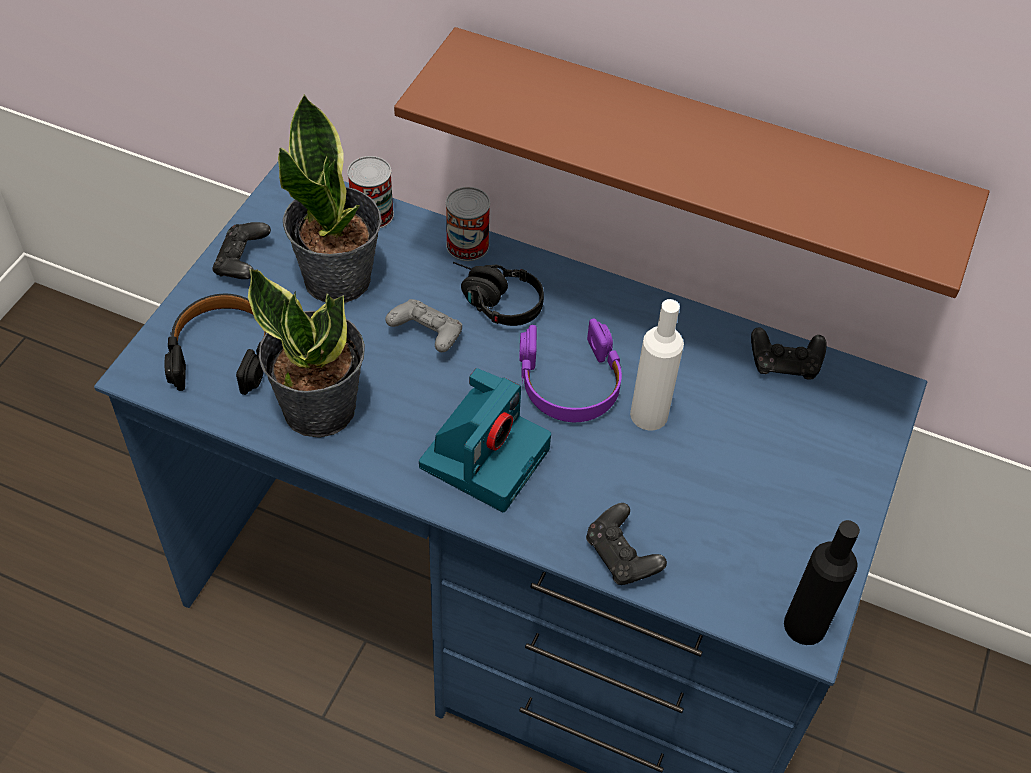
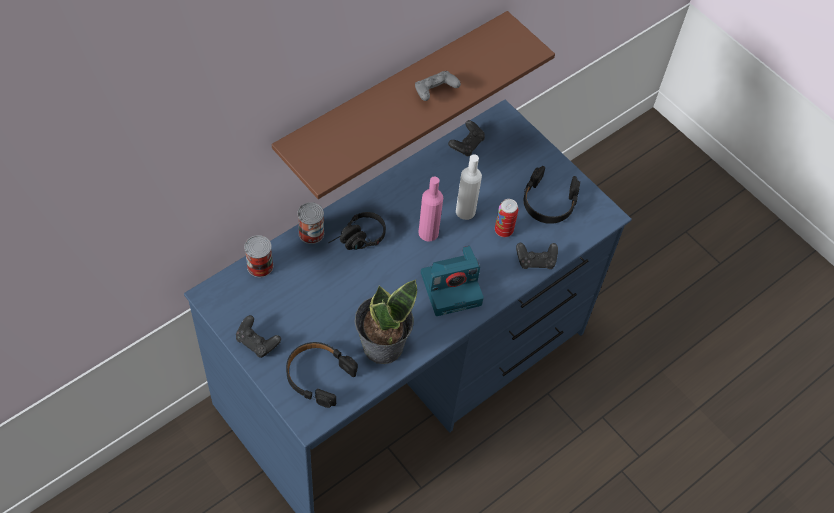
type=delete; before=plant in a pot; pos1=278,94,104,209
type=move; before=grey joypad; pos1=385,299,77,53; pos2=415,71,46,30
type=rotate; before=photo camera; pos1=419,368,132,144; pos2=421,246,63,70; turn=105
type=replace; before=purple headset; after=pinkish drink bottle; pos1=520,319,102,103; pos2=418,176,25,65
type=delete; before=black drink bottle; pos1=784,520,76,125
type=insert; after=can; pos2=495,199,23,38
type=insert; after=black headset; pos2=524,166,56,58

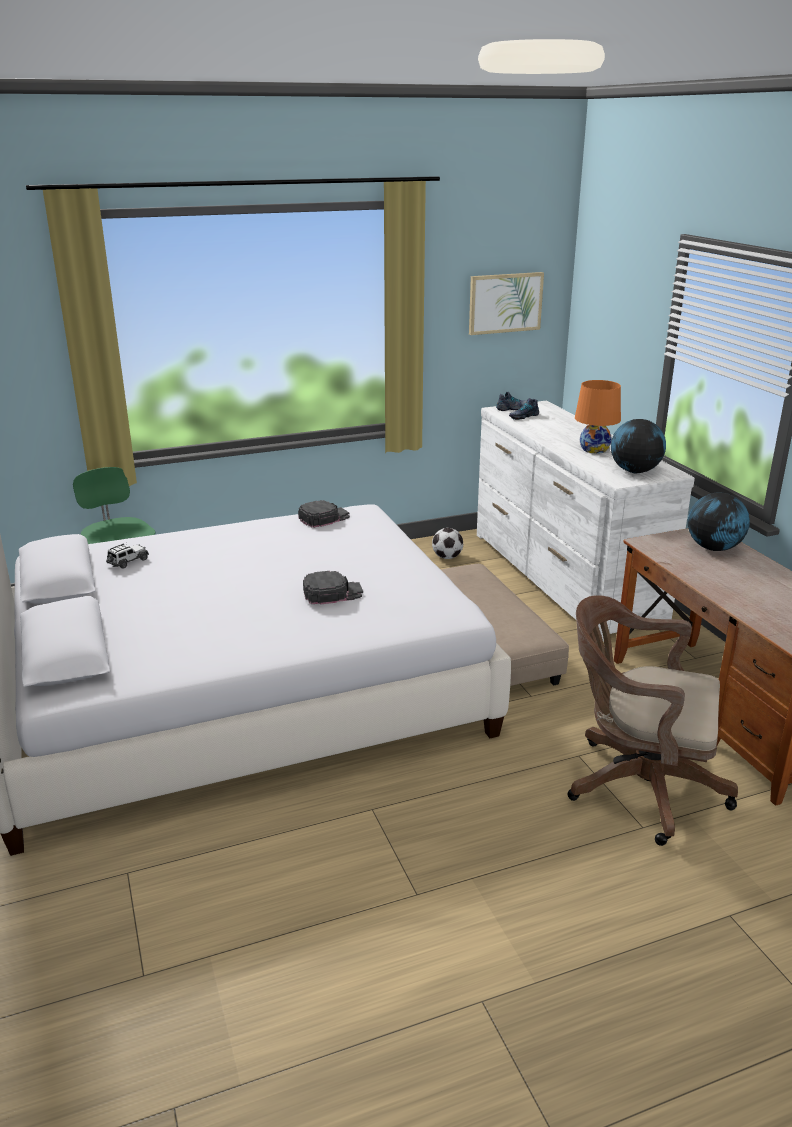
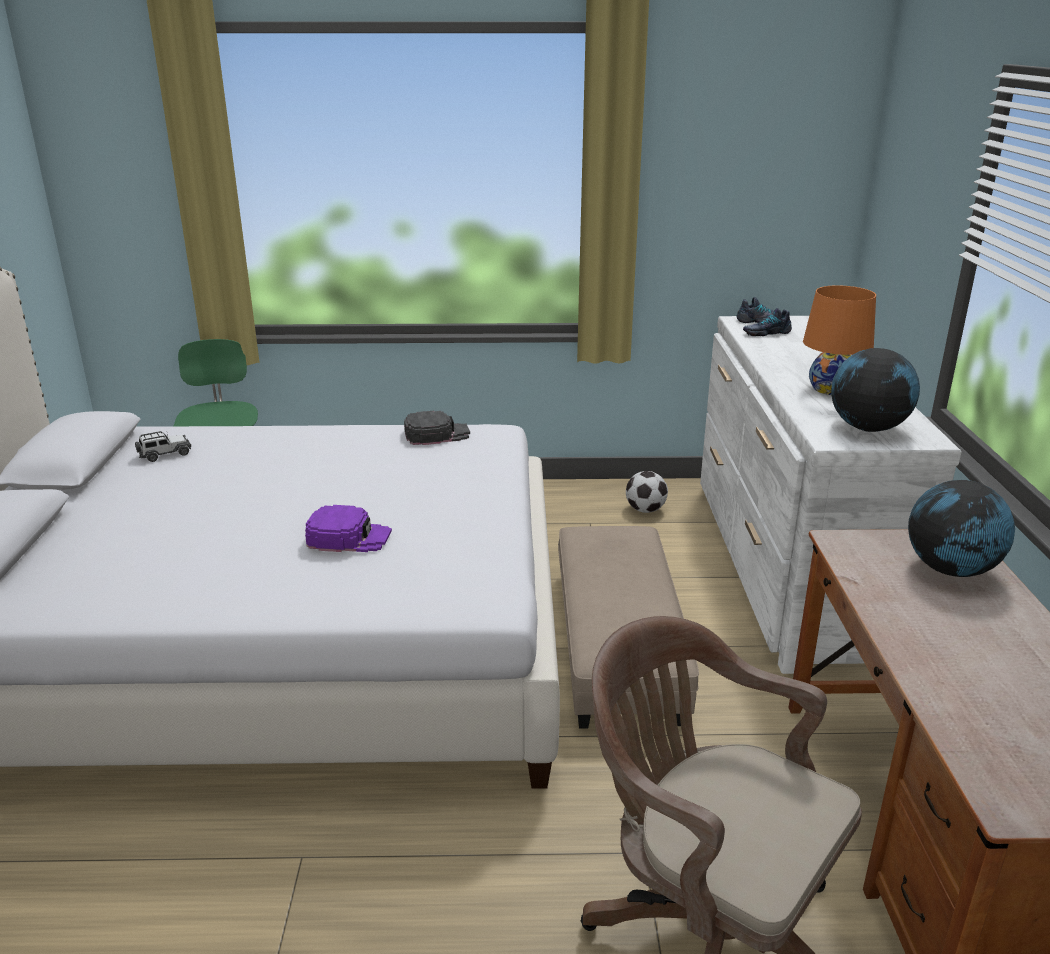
type=recolor; before=black peaked cap; after=purple peaked cap; pos1=303,571,60,34; pos2=305,505,87,47
type=delete; before=wall picture; pos1=469,272,75,63

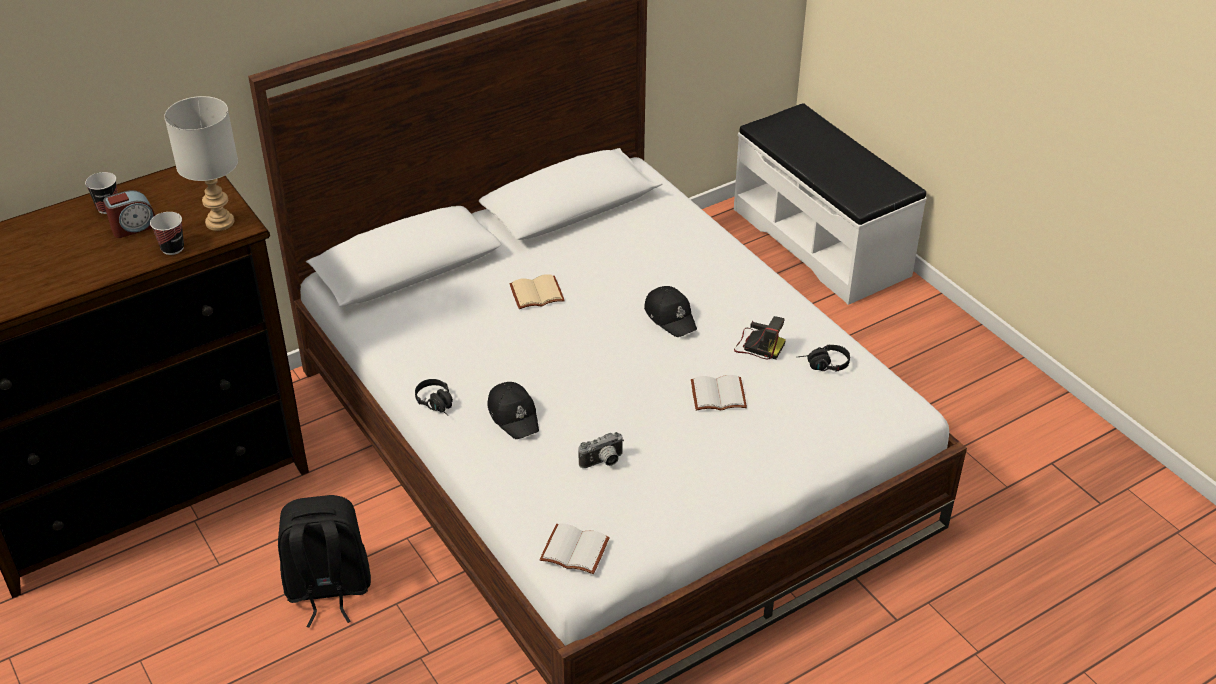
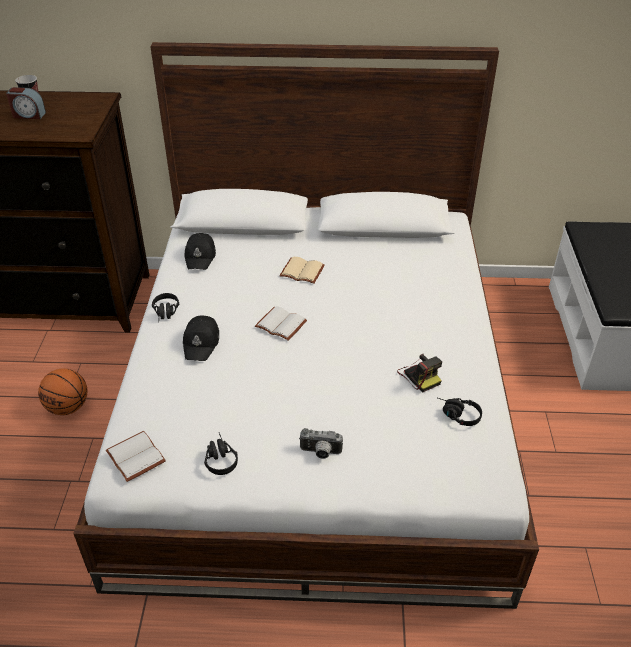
type=delete; before=small cup; pos1=150,212,34,43
type=delete; before=grey tabletop lamp; pos1=164,96,74,135
type=replace; before=black knapsack; after=basketball ball; pos1=278,495,93,132; pos2=38,368,49,47
type=move; before=photo camera; pos1=578,432,45,36; pos2=299,428,44,31
type=move; before=black peaked cap; pos1=644,286,53,51; pos2=185,233,31,37
type=move; before=white-coloured volume; pos1=691,375,56,36; pos2=255,306,52,35
type=insert; after=black headset; pos2=204,432,34,43

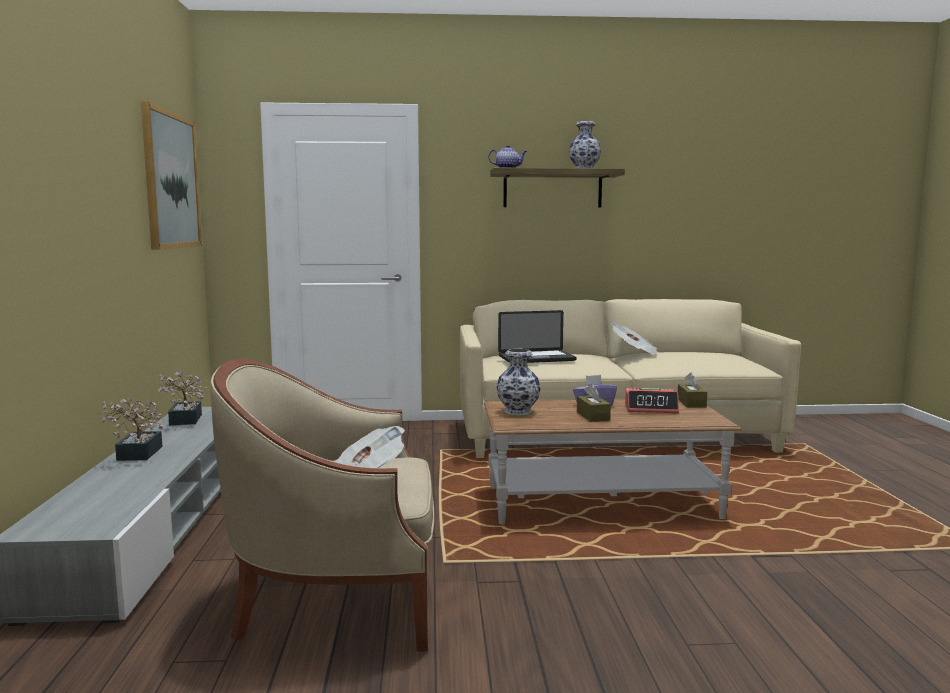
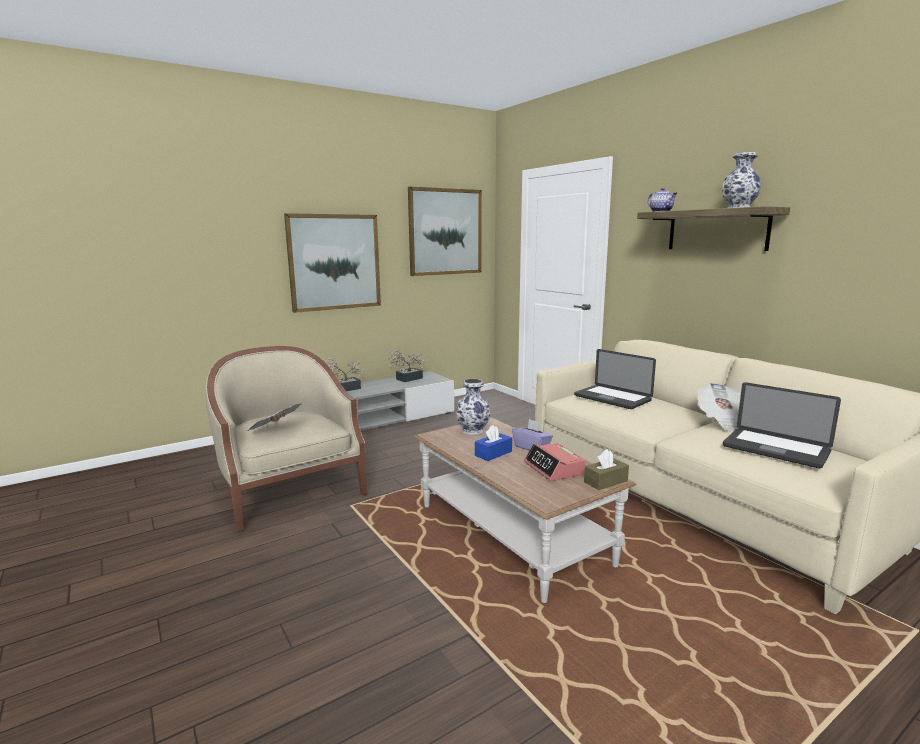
type=recolor; before=brown box of tissues; after=blue-coloured box of tissues; pos1=577,384,34,38; pos2=475,425,37,36
type=insert; after=wall picture; pos2=284,213,97,100
type=insert; after=notebook computer; pos2=723,382,118,86

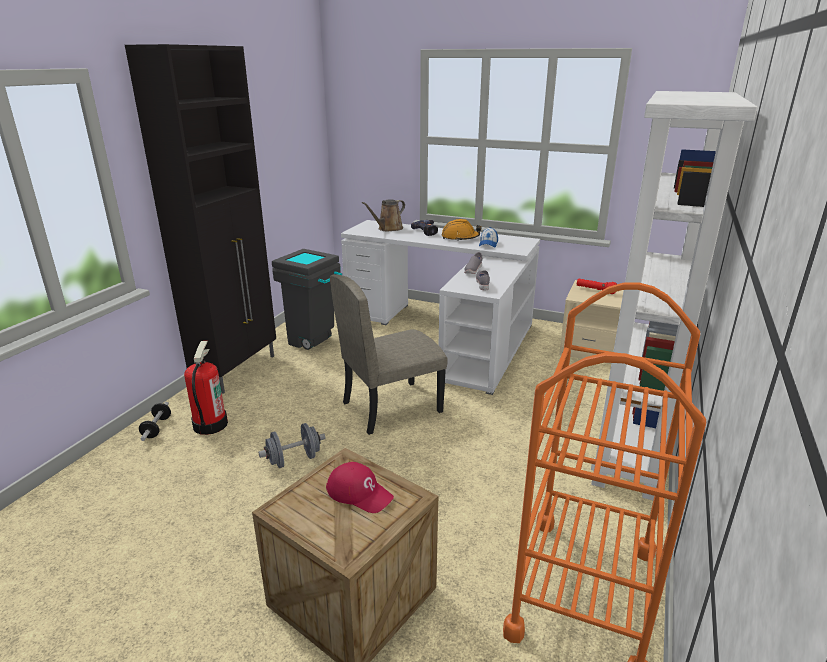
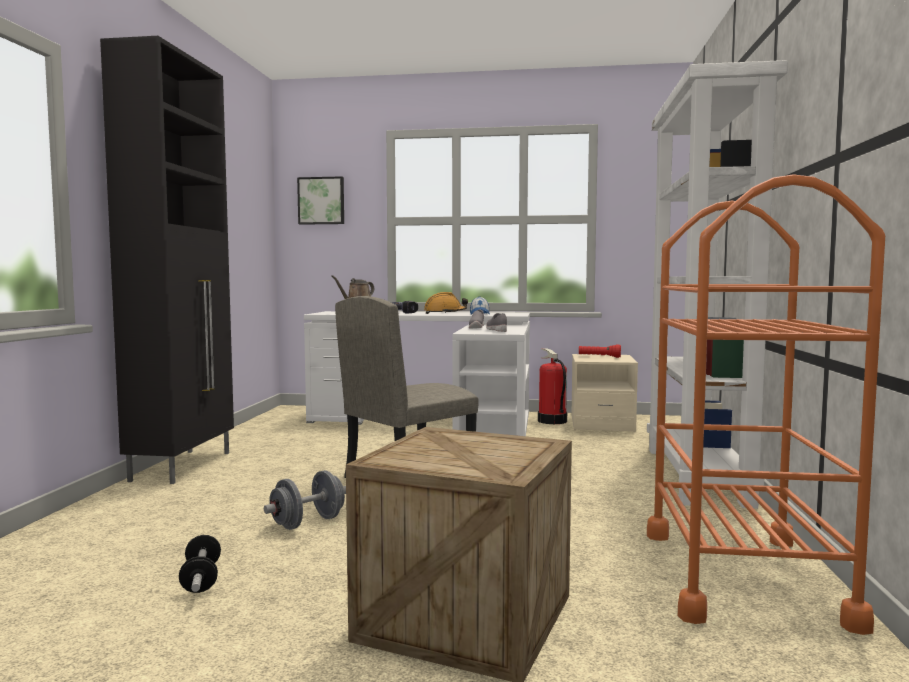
type=move; before=free weight; pos1=139,402,32,39; pos2=179,535,42,58
type=move; before=fire extinguisher; pos1=184,341,44,94; pos2=538,348,29,76
type=delete; before=grey rubbish bin; pos1=272,249,70,101
type=delete; before=reddish peaked cap; pos1=326,462,68,51
type=insert; after=wall picture; pos2=297,176,47,49

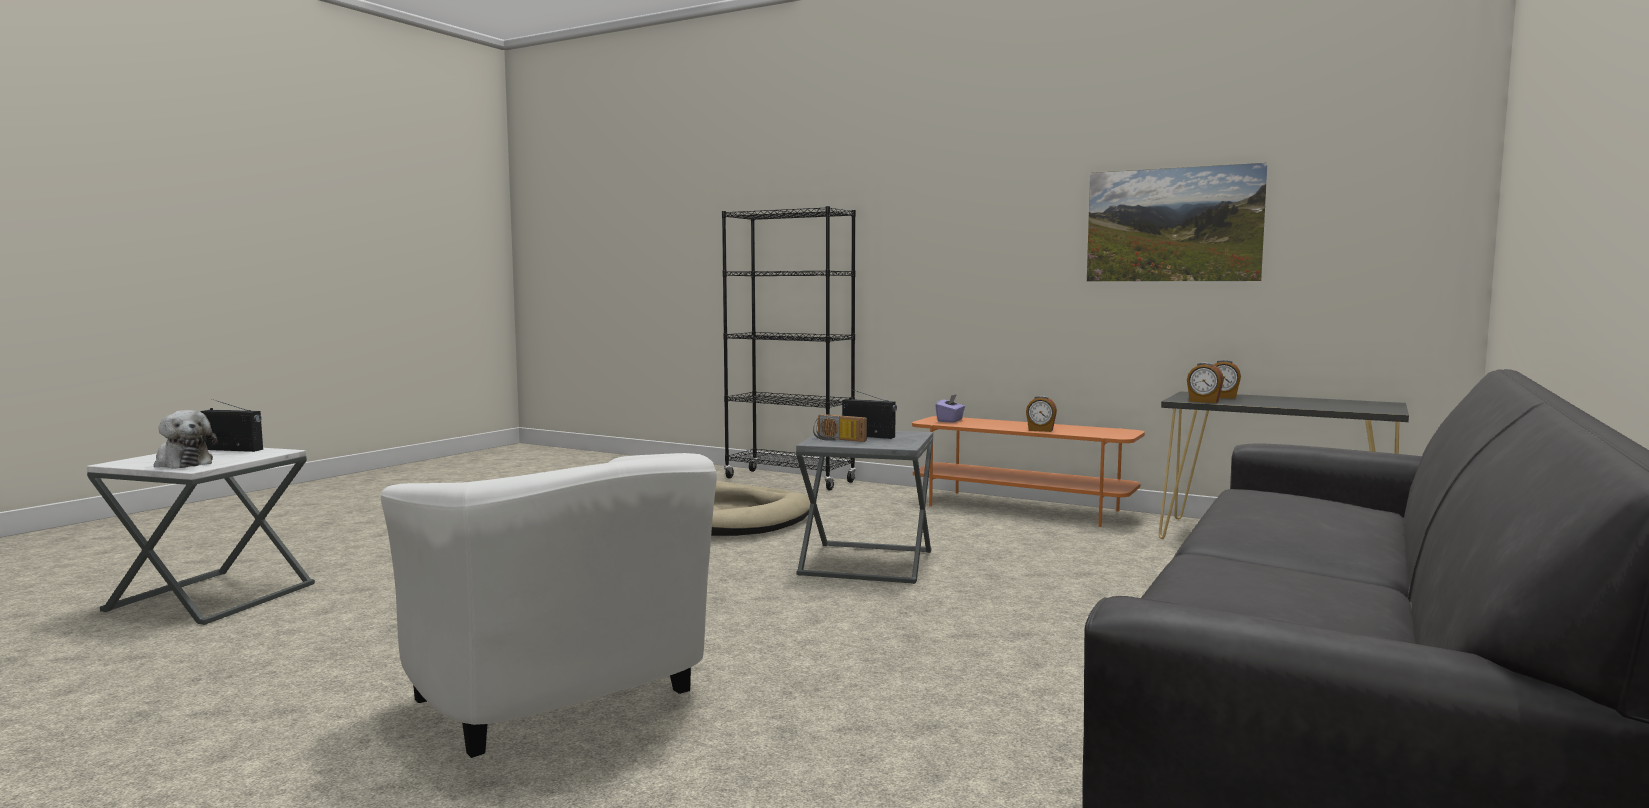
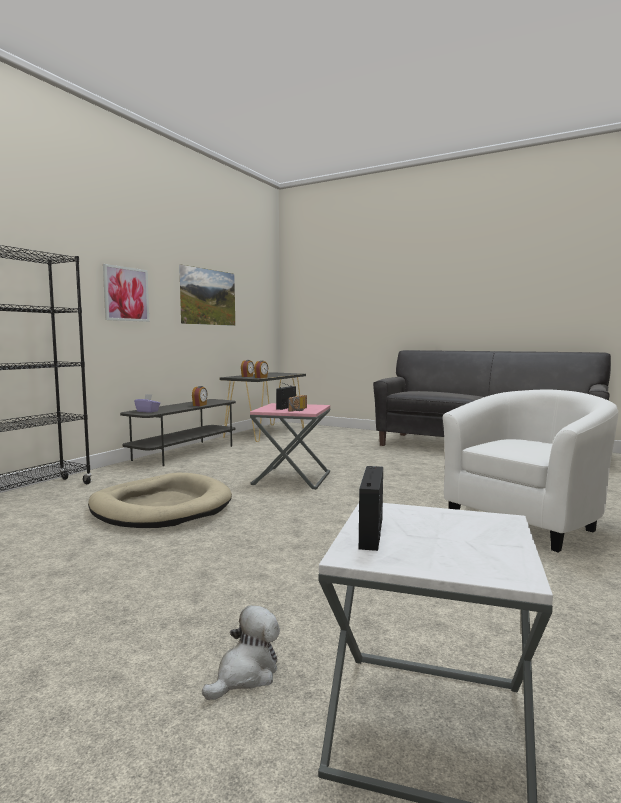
type=move; before=plush toy; pos1=154,410,64,59; pos2=202,605,78,95
type=recolor; before=grey accent table; after=pinkish accent table; pos1=796,431,137,153; pos2=250,403,80,87
type=recolor; before=orangey media console; after=grey media console; pos1=912,416,233,111; pos2=120,399,116,67
type=insert; after=wall picture; pos2=103,264,46,58

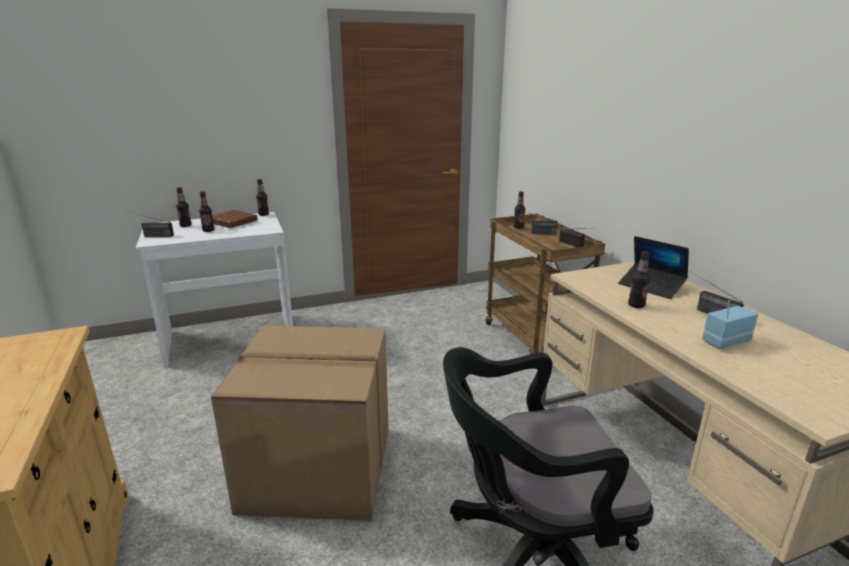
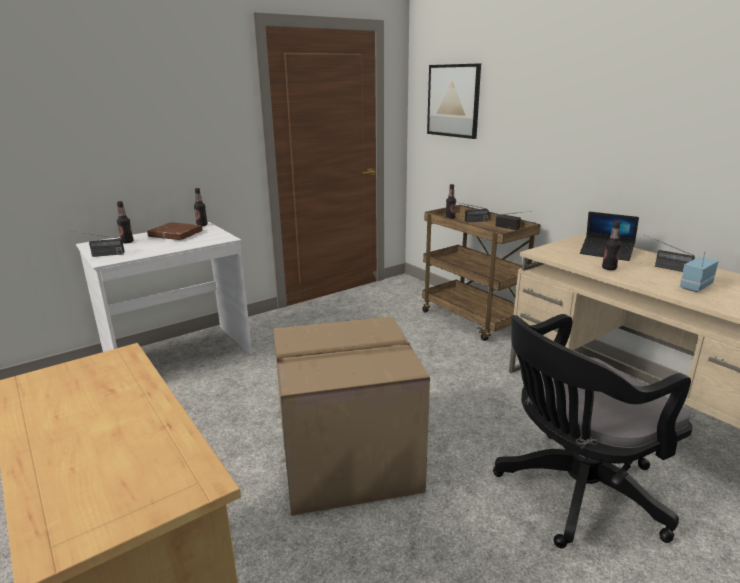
type=delete; before=drink bottle; pos1=199,191,15,41
type=insert; after=wall picture; pos2=427,63,54,76

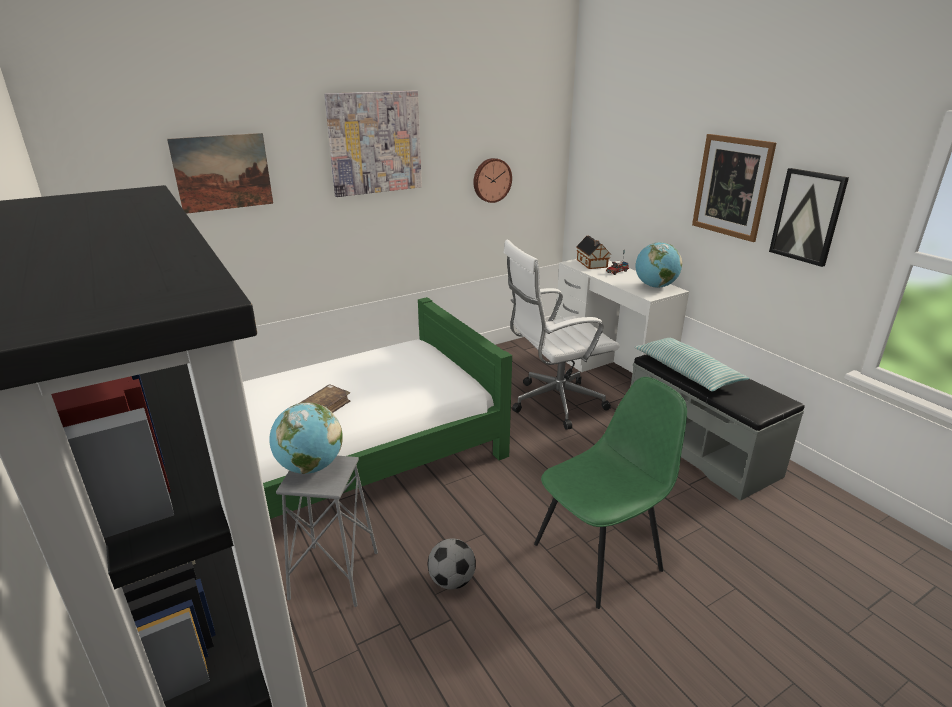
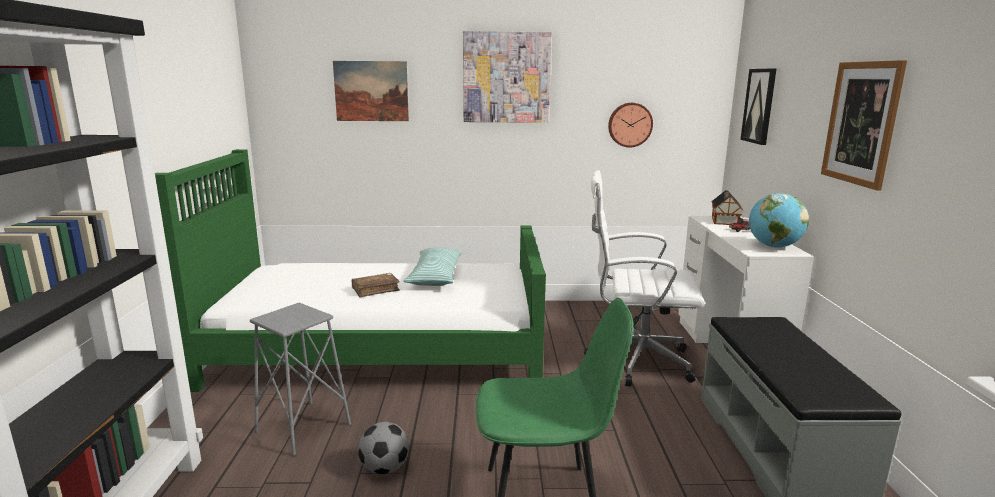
type=delete; before=world globe; pos1=269,402,74,72
type=move; before=cushion; pos1=635,338,114,53; pos2=403,248,59,38
type=move; before=wall picture; pos1=769,168,80,99; pos2=740,68,36,77

